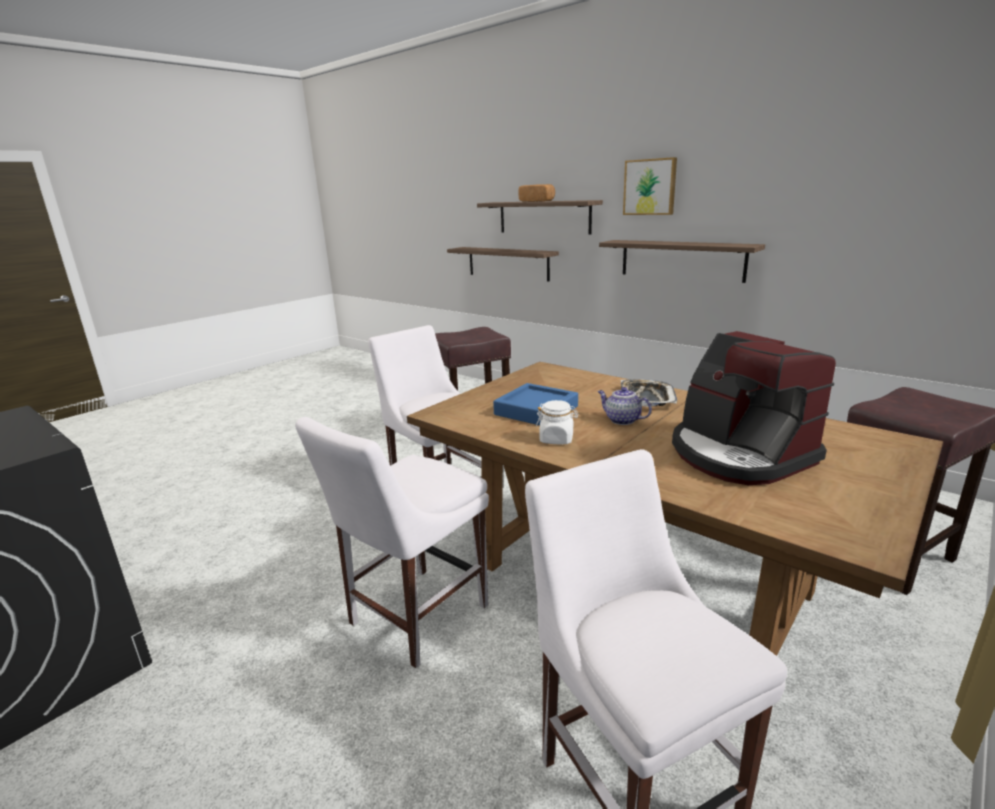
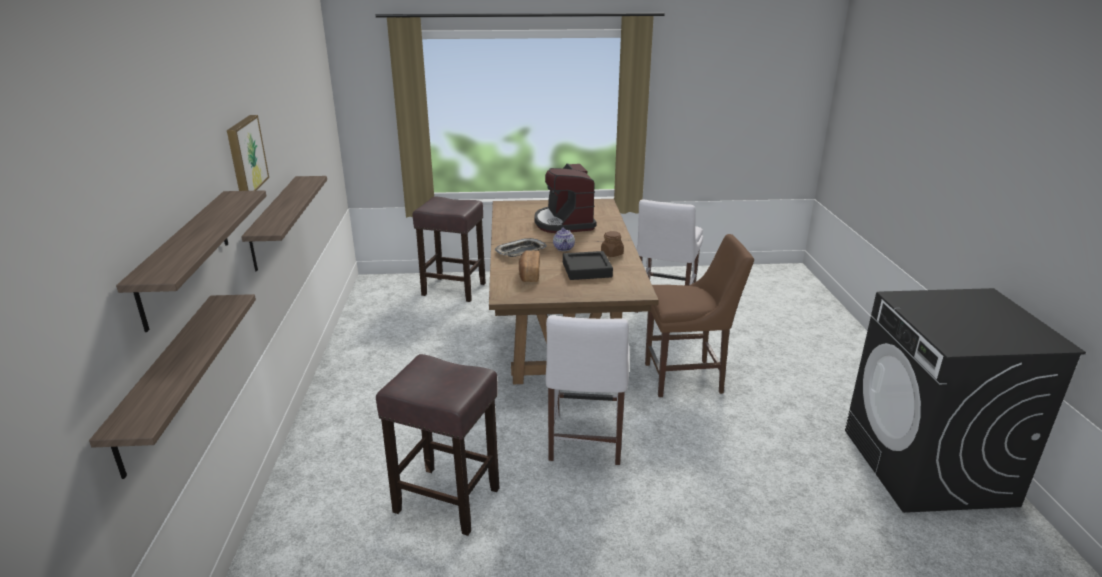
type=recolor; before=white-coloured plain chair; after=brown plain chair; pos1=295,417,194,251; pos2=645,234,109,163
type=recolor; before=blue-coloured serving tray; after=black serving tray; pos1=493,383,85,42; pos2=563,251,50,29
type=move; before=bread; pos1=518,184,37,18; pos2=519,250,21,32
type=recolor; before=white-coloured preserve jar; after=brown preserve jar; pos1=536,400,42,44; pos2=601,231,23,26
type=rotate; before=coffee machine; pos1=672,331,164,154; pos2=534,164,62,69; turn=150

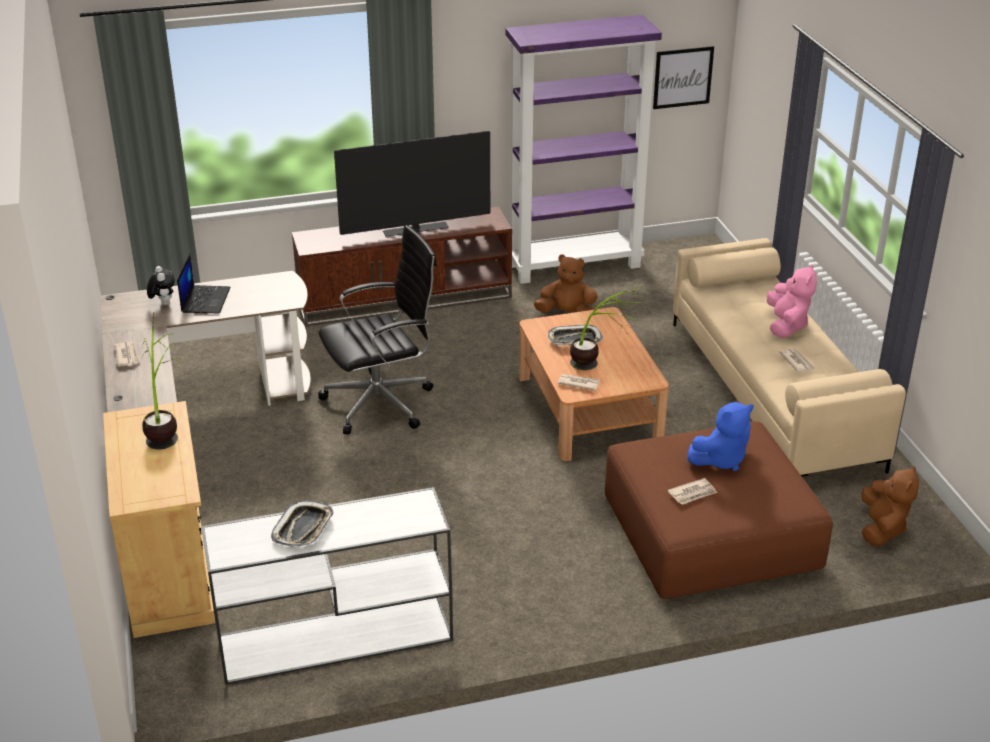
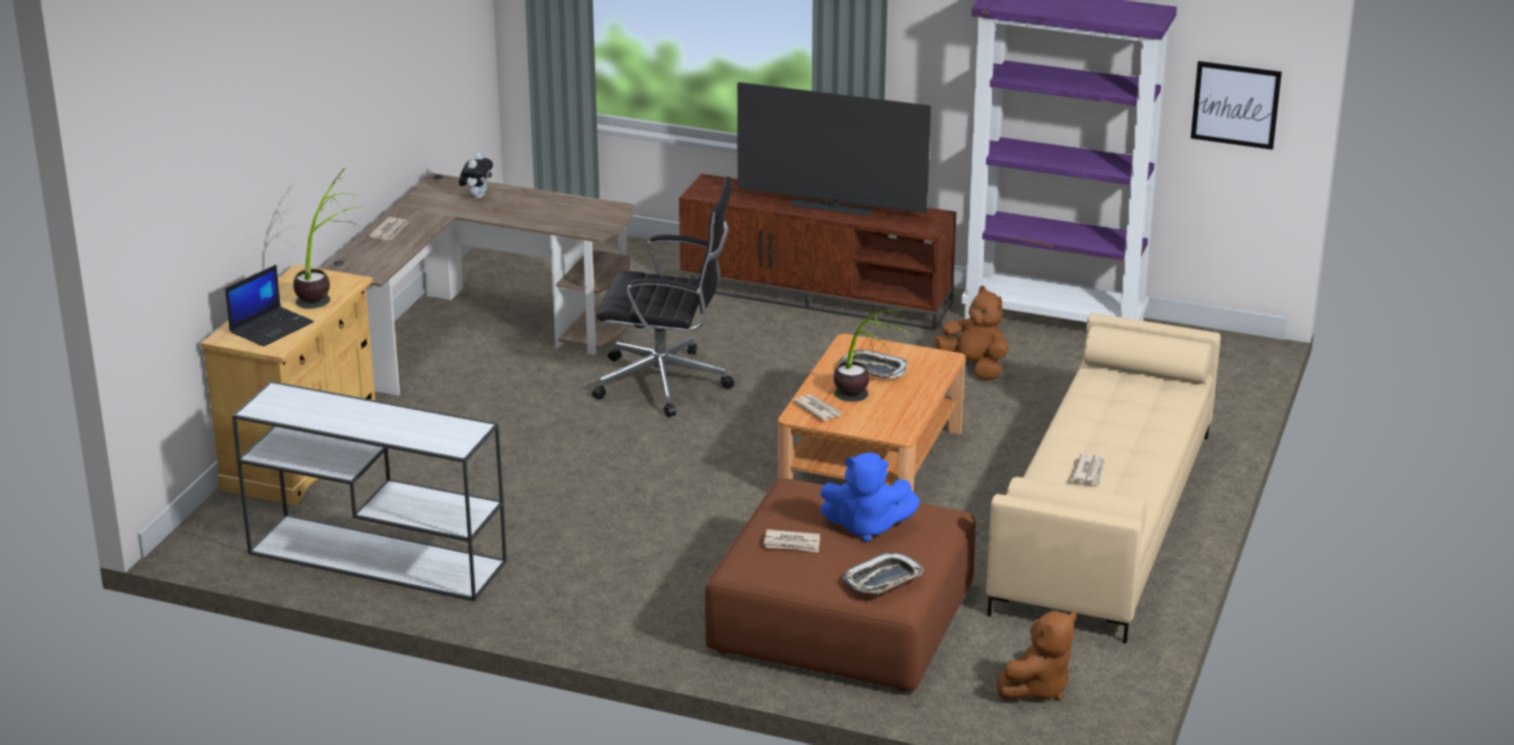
type=move; before=notebook computer; pos1=177,254,54,60; pos2=225,265,89,82
type=move; before=serving tray; pos1=271,501,63,46; pos2=843,553,80,41
type=delete; before=pinkish plush toy; pos1=767,264,50,74

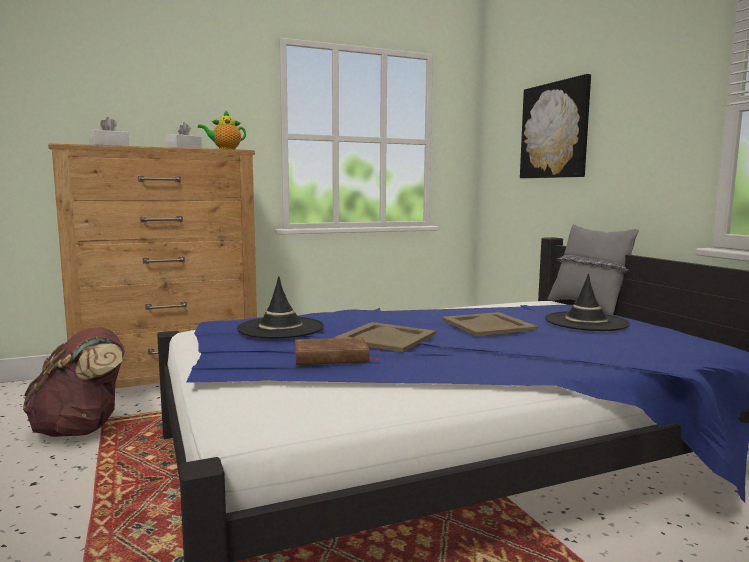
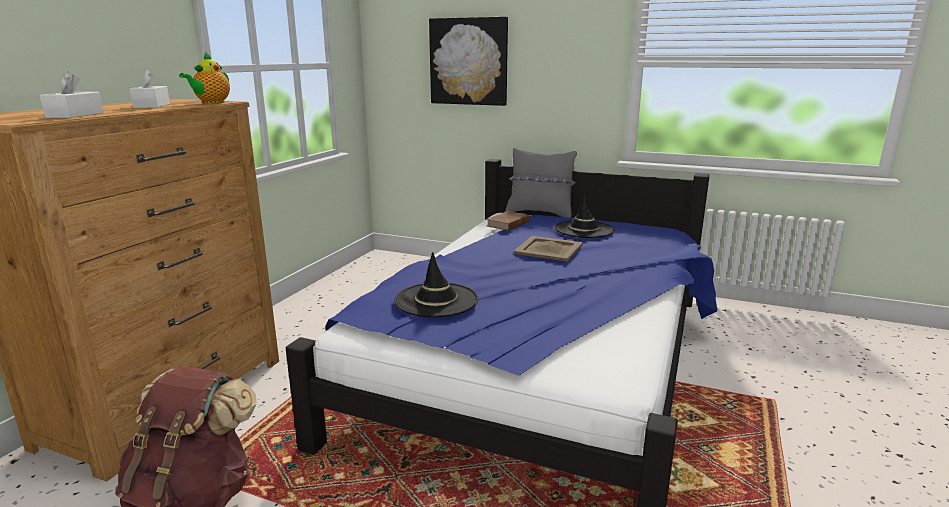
type=move; before=brown volume; pos1=295,337,85,28; pos2=486,211,44,20
type=delete; before=beige serving tray; pos1=334,322,102,30

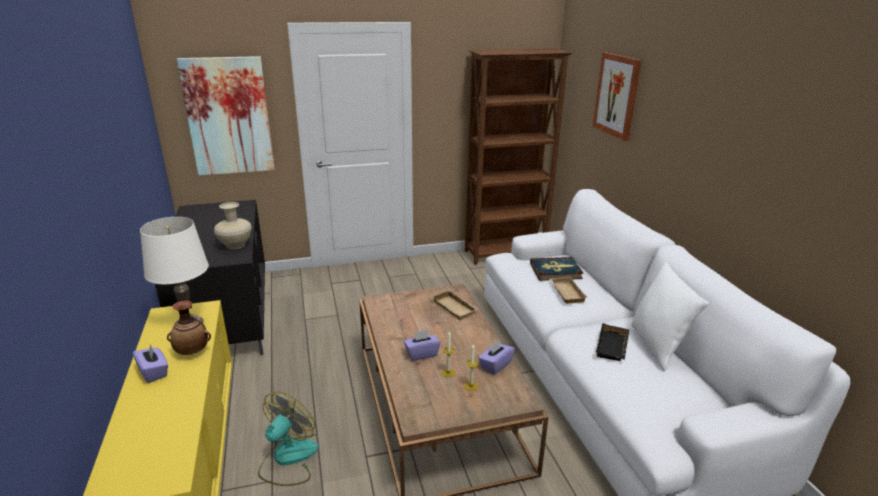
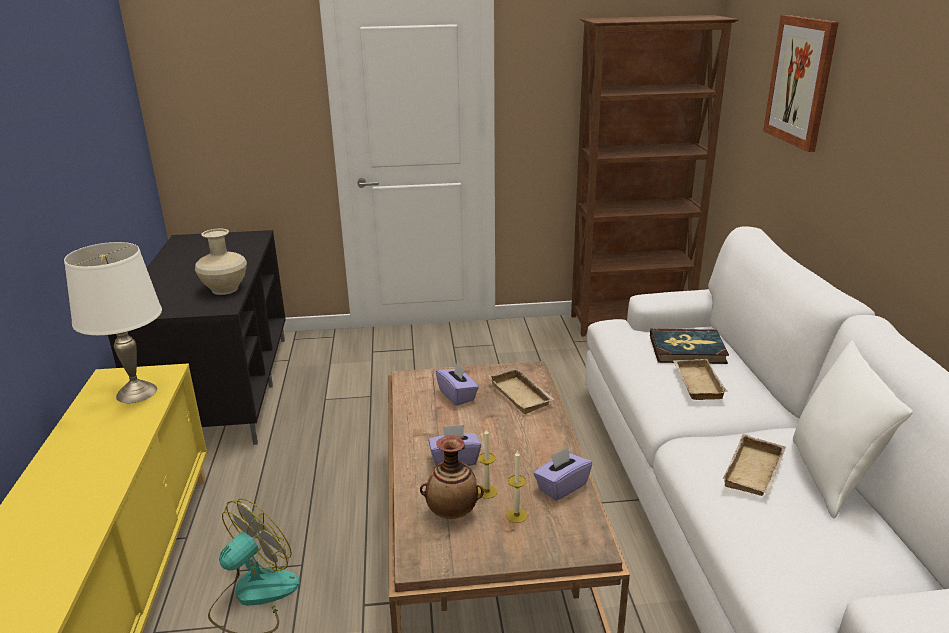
type=move; before=purple box of tissues; pos1=133,343,35,40; pos2=436,362,43,44
type=move; before=flower vase; pos1=167,300,44,55; pos2=420,435,64,84
type=delete; before=wall picture; pos1=177,56,98,119
type=recolor; before=black serving tray; after=beige serving tray; pos1=596,323,33,38; pos2=722,434,64,62

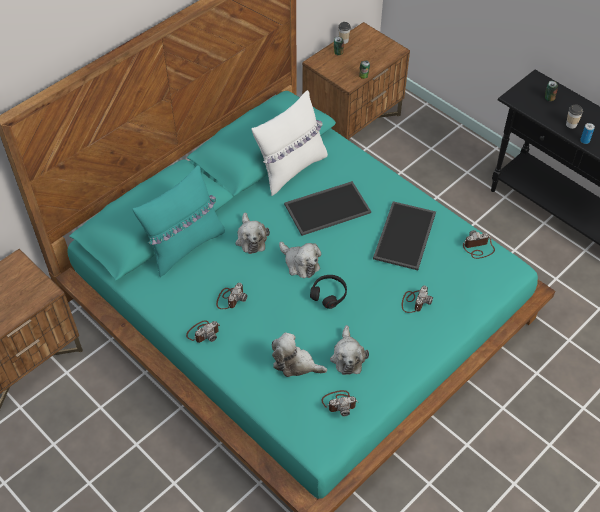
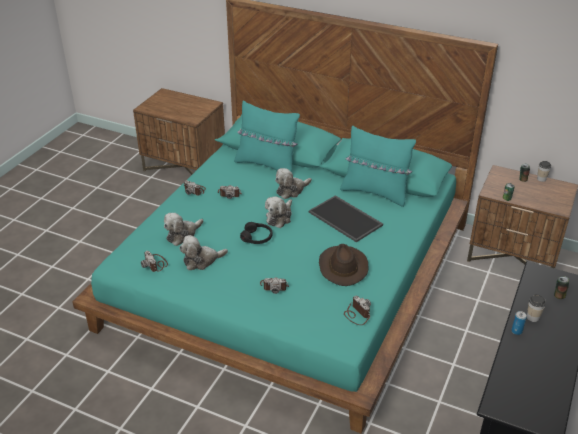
type=recolor; before=white-coloured cushion; after=blue-green cushion; pos1=252,90,76,106; pos2=340,125,76,82
type=rotate; before=plush toy; pos1=272,332,55,45; pos2=164,213,39,33; turn=-135
type=replace; before=serving tray; after=brown clothing hat; pos1=373,201,63,69; pos2=319,244,49,42

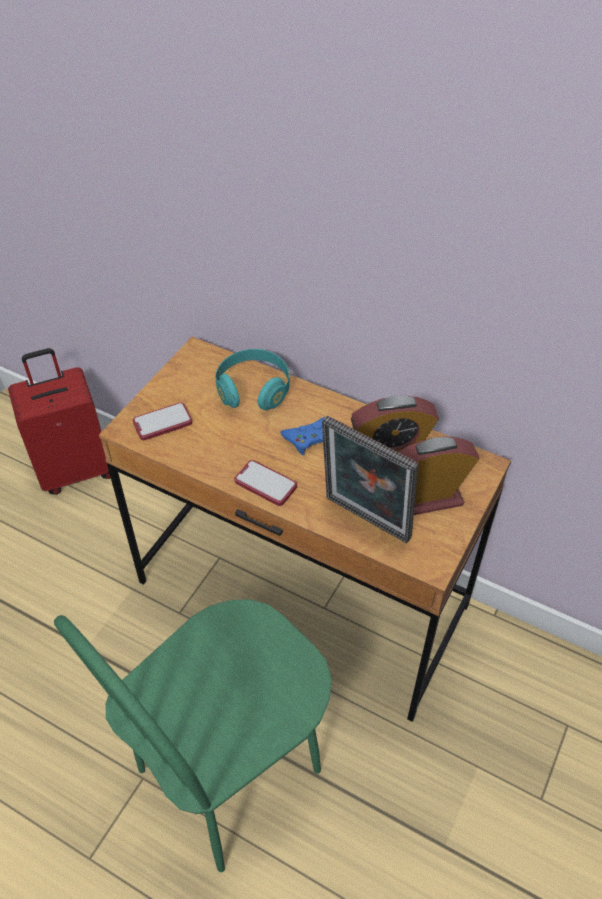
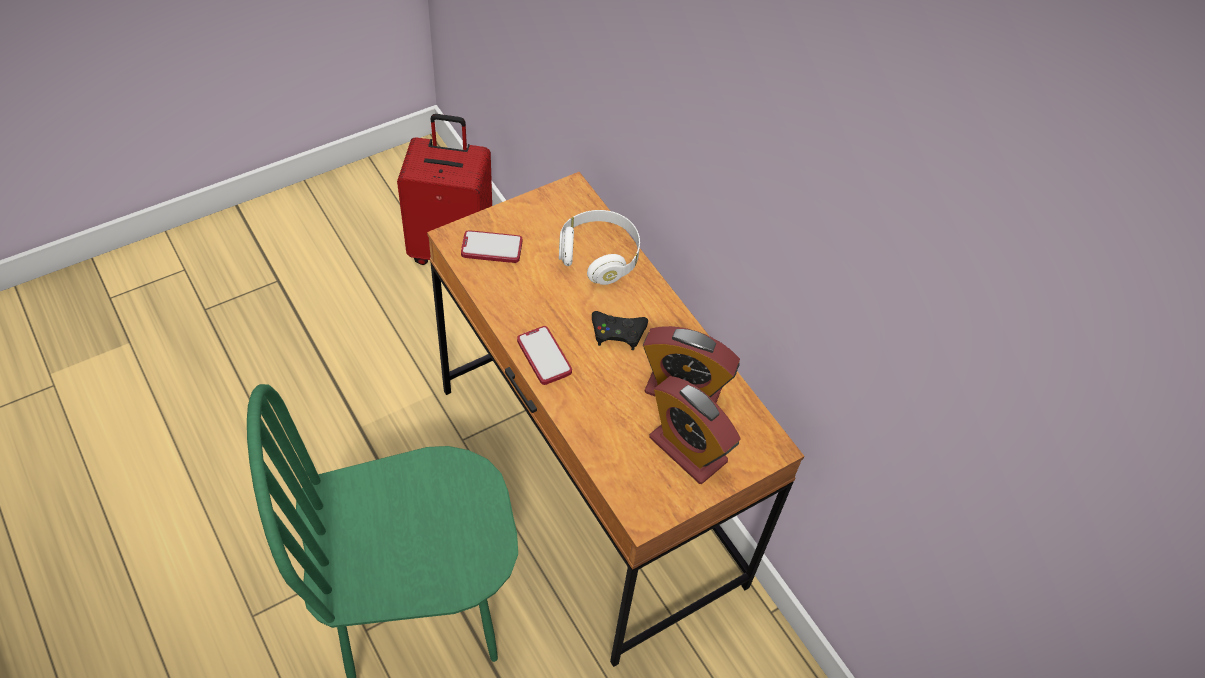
type=recolor; before=blue-green headset; after=white-coloured headset; pos1=215,349,75,61; pos2=559,210,81,75
type=recolor; before=blue-coloured joypad; after=black joypad; pos1=280,417,45,38; pos2=592,311,56,39
type=delete; before=photo frame; pos1=322,416,96,127
type=rotate; before=table clock; pos1=398,437,82,78; pos2=649,376,92,108; turn=-150

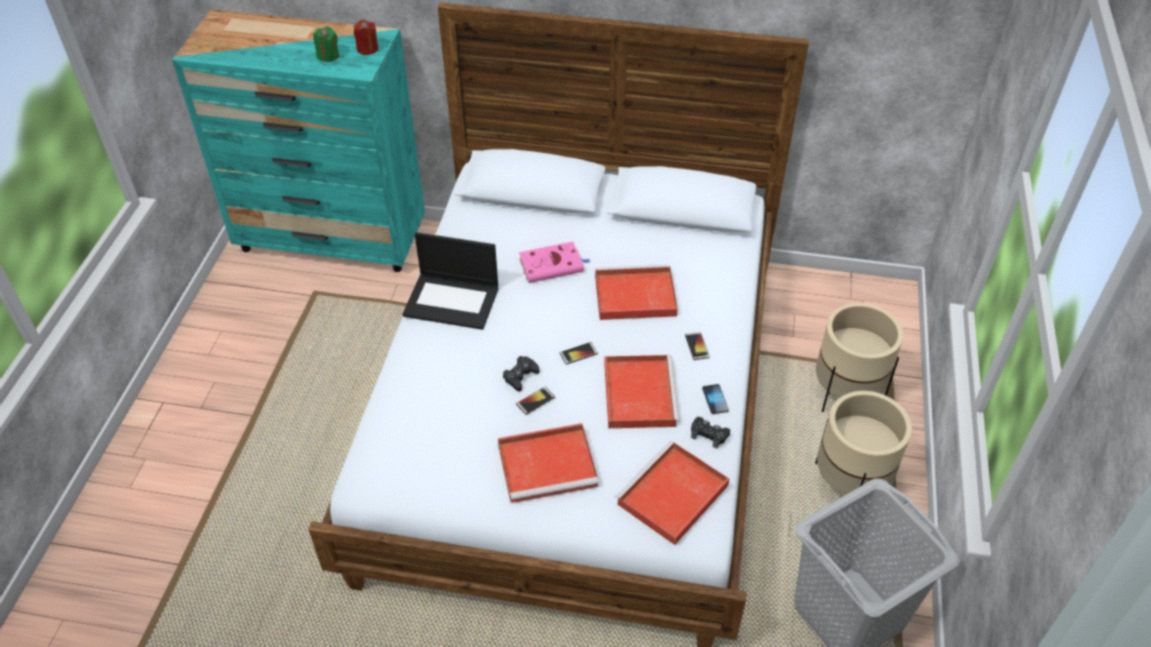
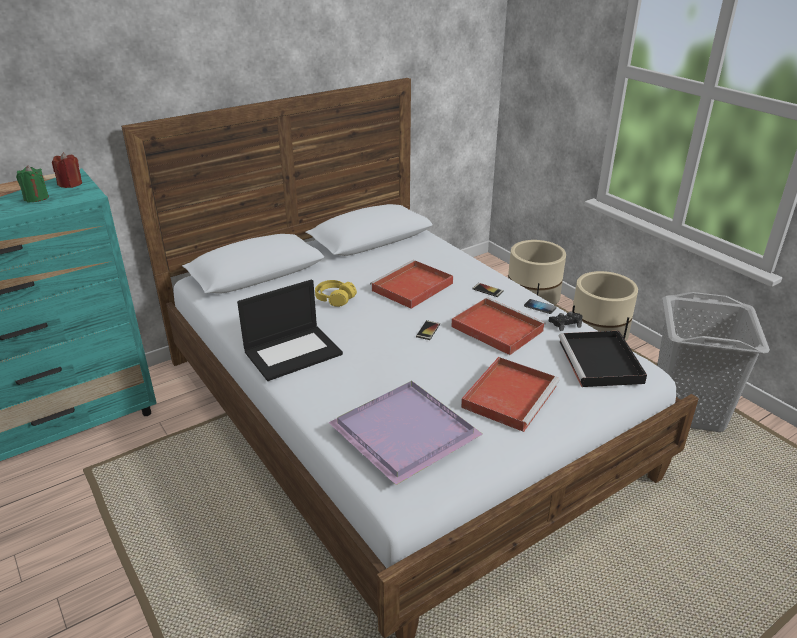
type=delete; before=black joypad; pos1=503,356,36,36
type=delete; before=handset; pos1=516,386,39,29
type=replace; before=pinkish volume; after=yellow headset; pos1=519,242,71,41; pos2=315,280,42,27
type=recolor; before=reddish serving tray; after=black serving tray; pos1=615,441,114,104; pos2=559,331,88,56
type=insert; after=purple serving tray; pos2=328,381,155,104

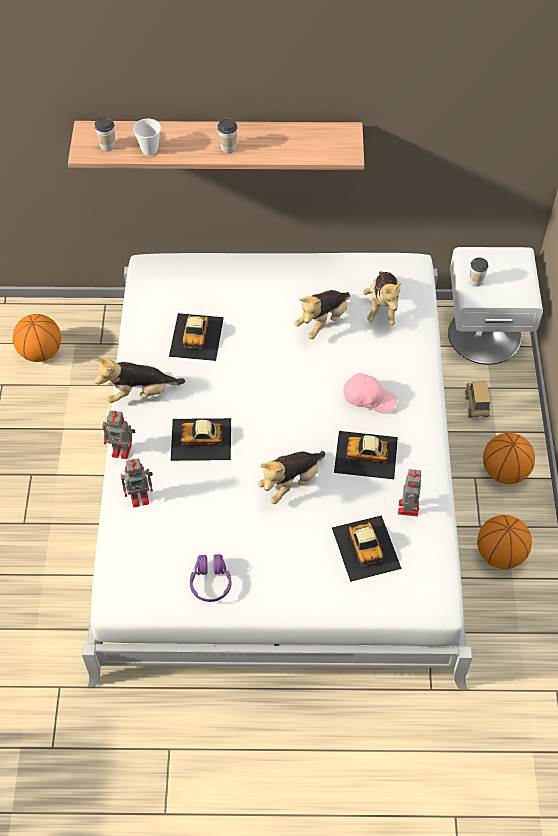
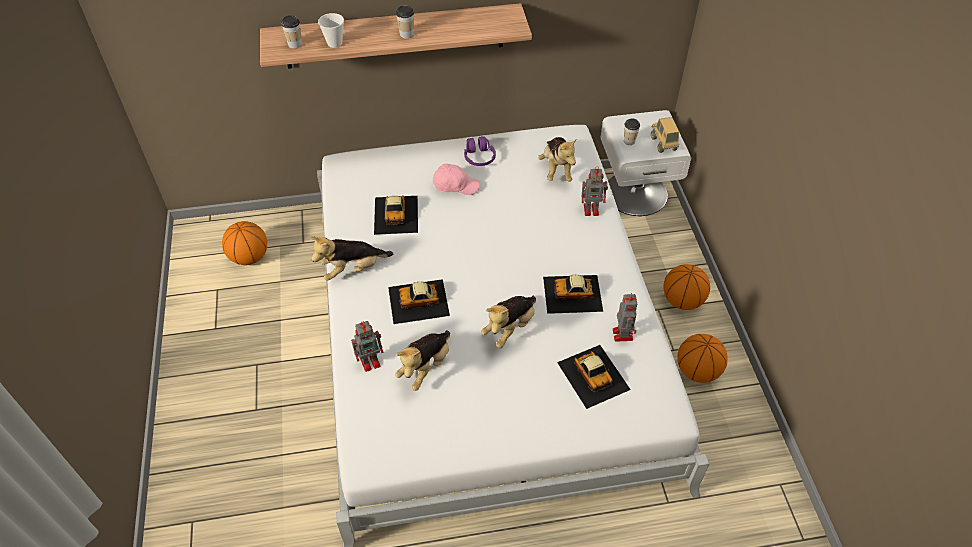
type=move; before=model robot; pos1=102,410,33,49; pos2=581,166,27,50
type=move; before=purple headset; pos1=190,554,41,48; pos2=464,136,32,30
type=move; before=plush toy; pos1=294,290,56,49; pos2=395,330,55,61
type=move; before=pinkish peaked cap; pos1=343,373,54,41; pos2=433,164,47,31
type=move; before=toy truck; pos1=465,381,25,37; pos2=651,117,28,36

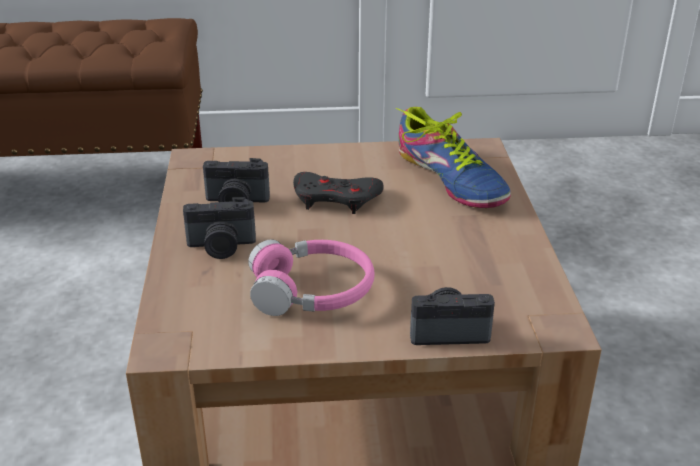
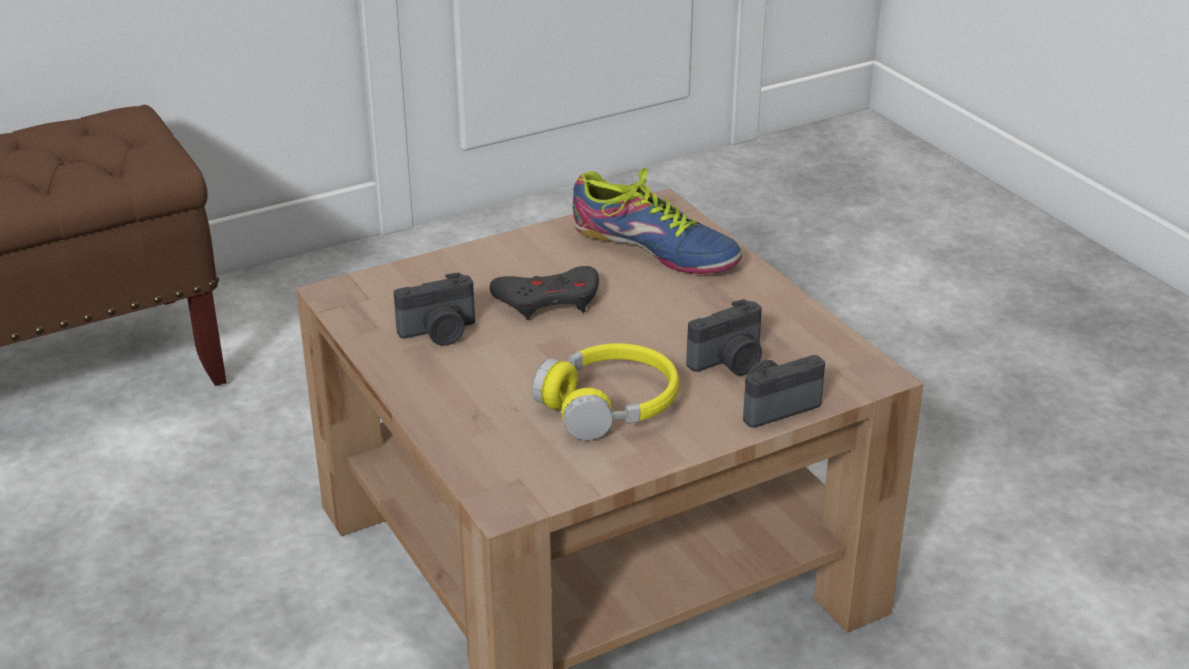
type=move; before=photo camera; pos1=183,197,73,62; pos2=686,299,76,77
type=recolor; before=pinkish headset; after=yellow headset; pos1=248,239,127,77; pos2=532,343,147,97

